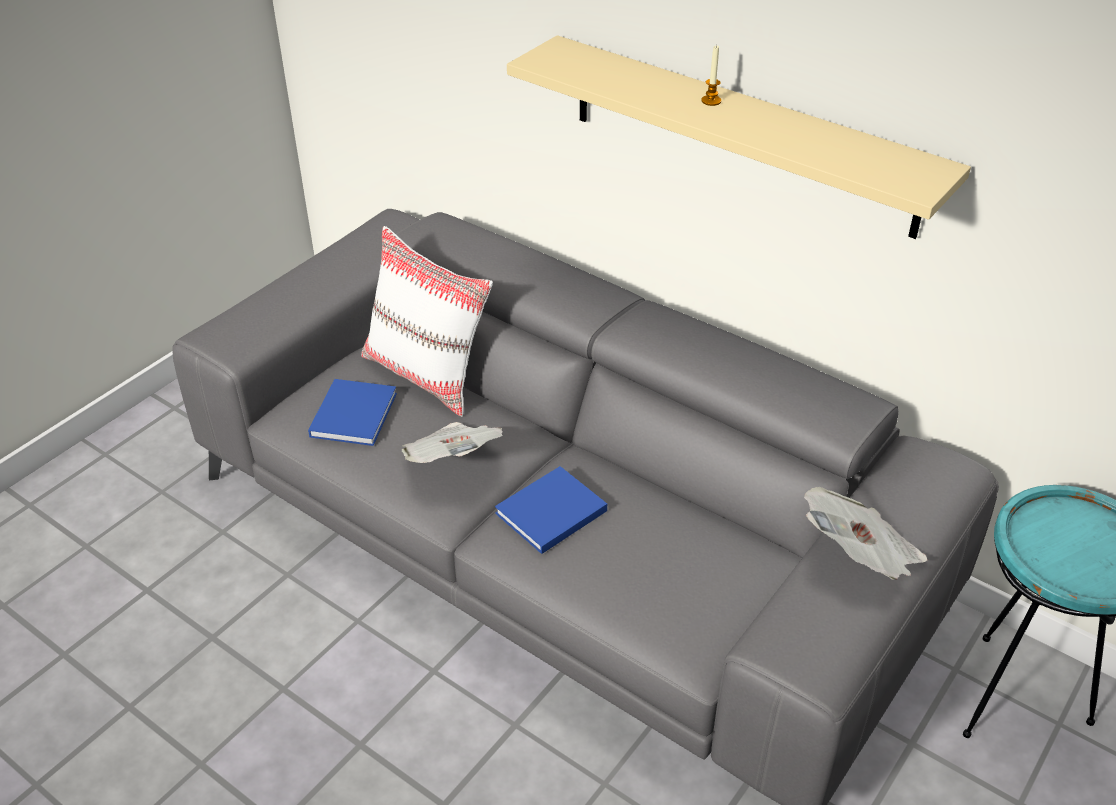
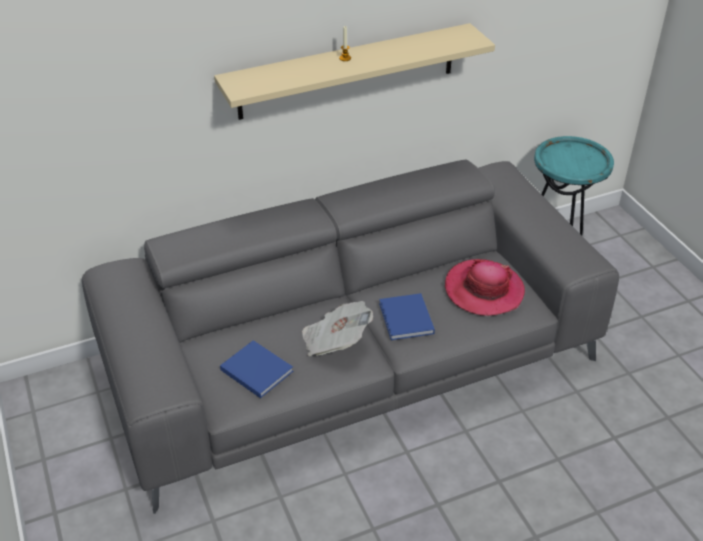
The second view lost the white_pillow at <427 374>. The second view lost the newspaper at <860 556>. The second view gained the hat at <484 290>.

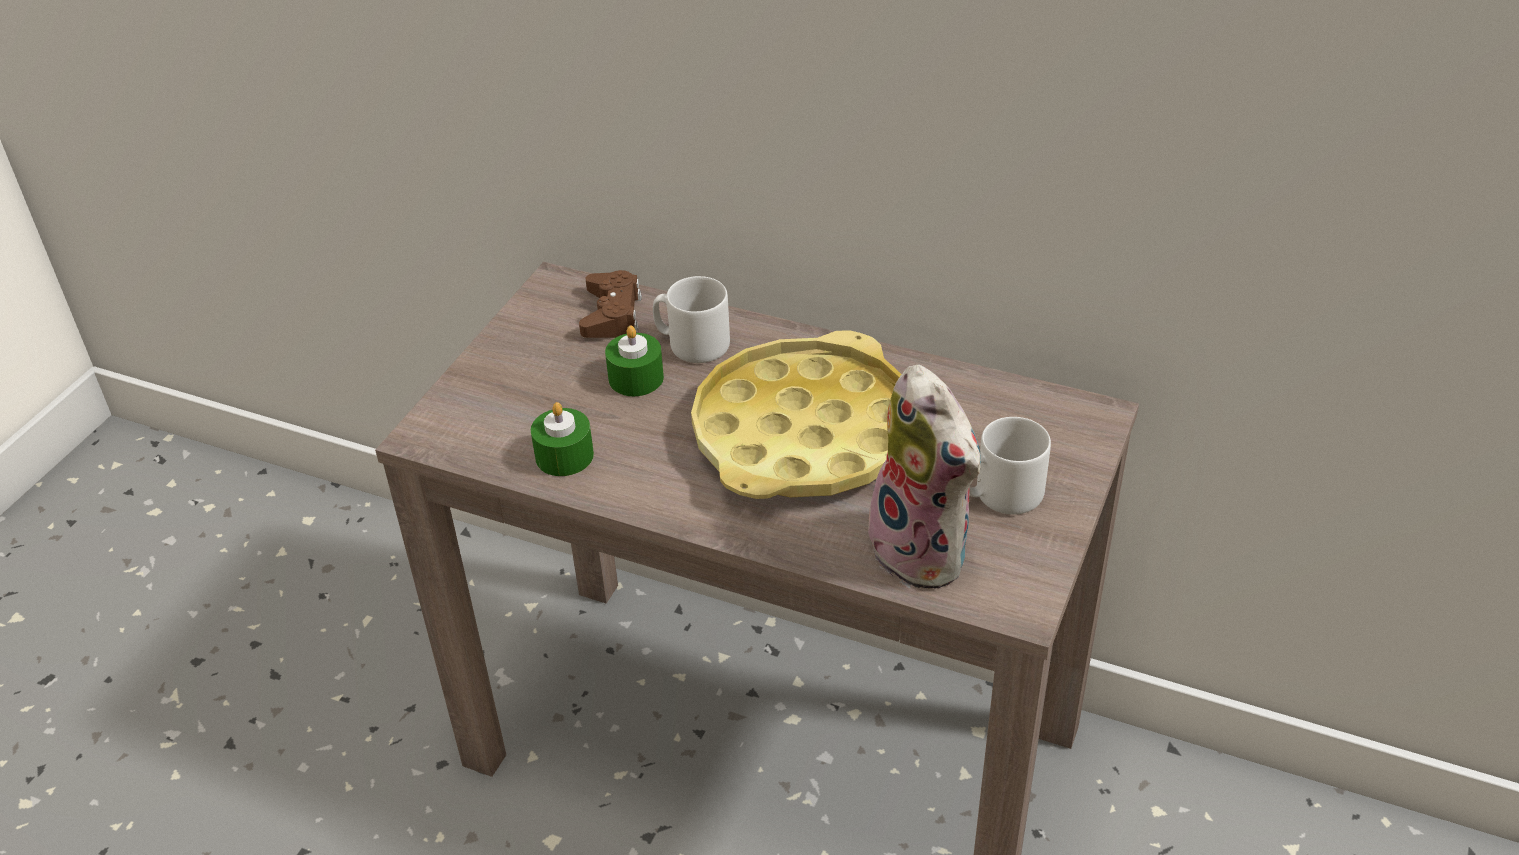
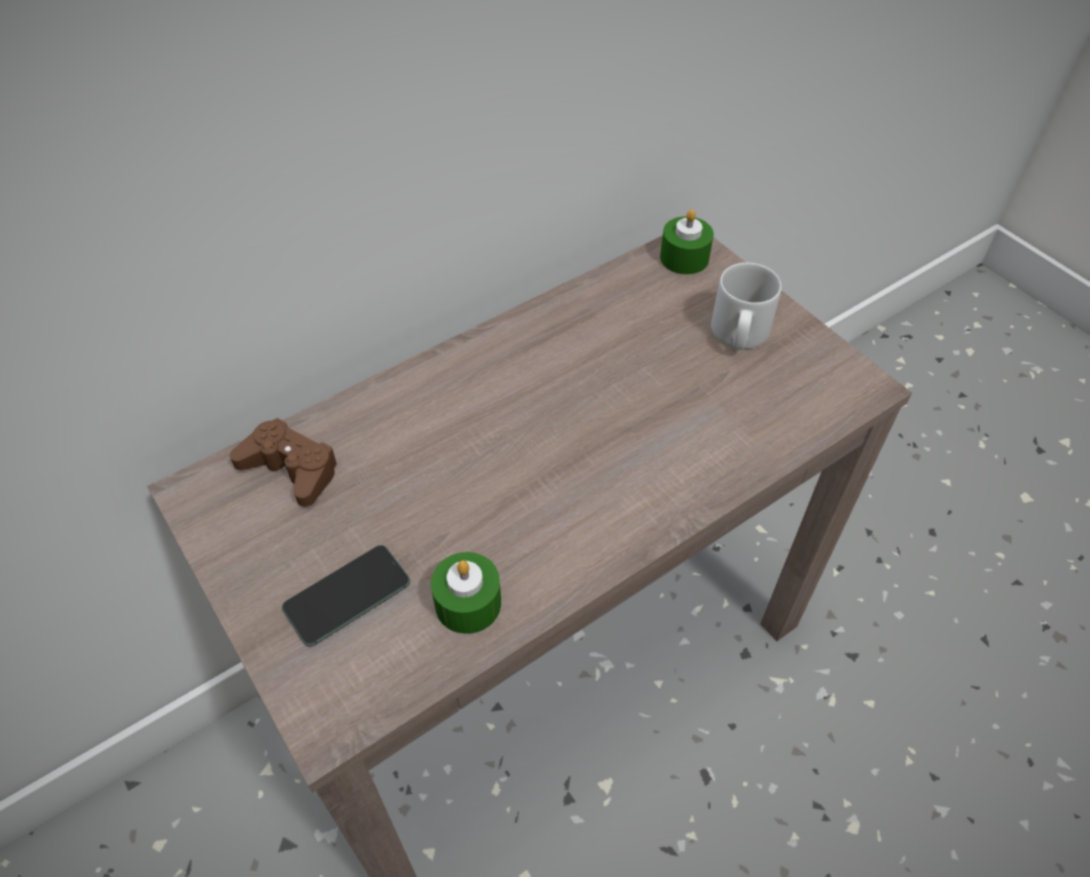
The second view lost the grey_mug at <692 344>. The green_candle ended up elsewhere, having gone from <636 378> to <684 258>. The second view lost the yellow_tray at <804 434>. The second view lost the plush_toy at <926 551>. The second view gained the phone at <347 595>.

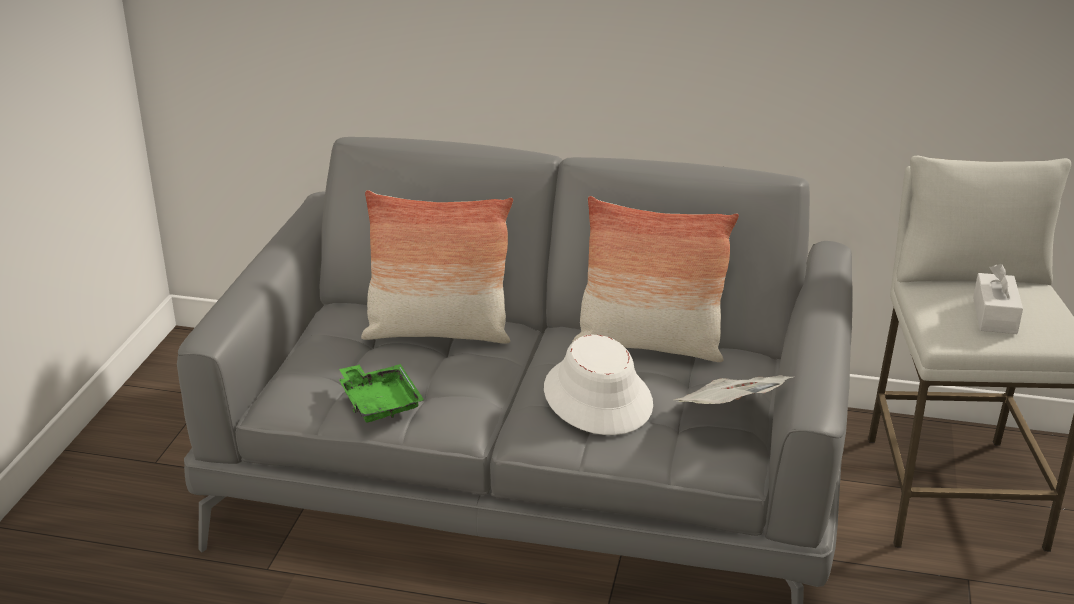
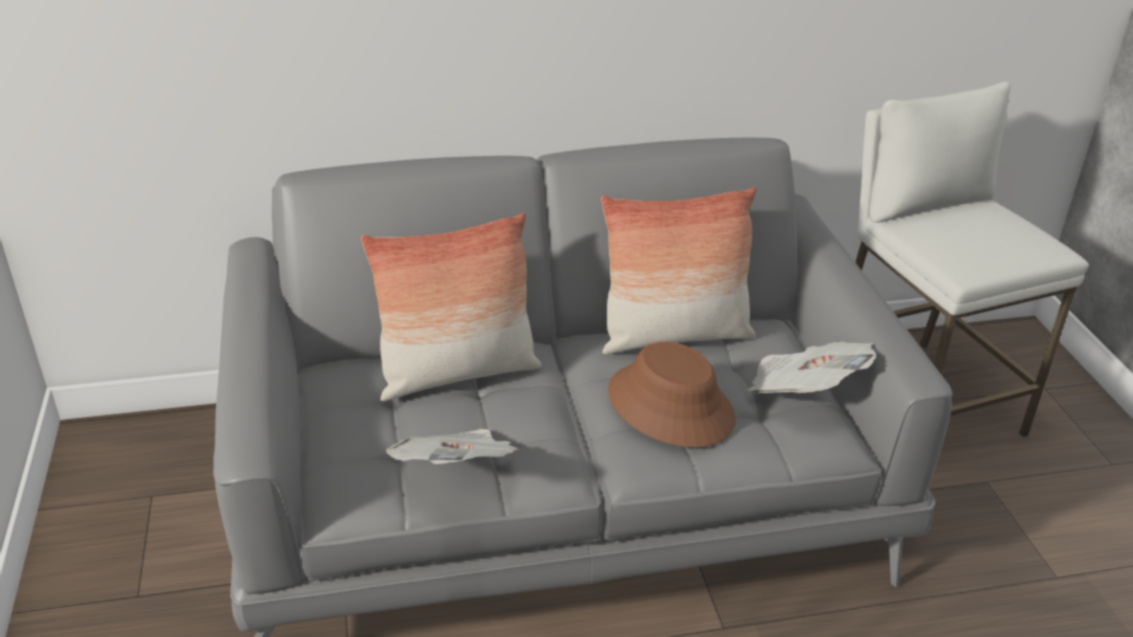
The second view lost the white_tissue_box at <994 315>. What was the white_hat at <598 397> turned into the brown_hat at <671 406>. Where the green_tray stood at <380 402>, the newspaper came to stand at <456 472>.

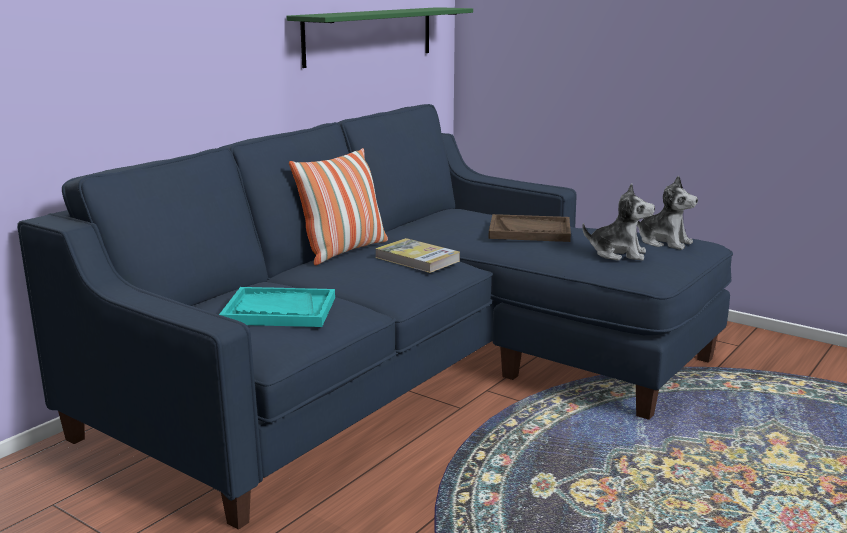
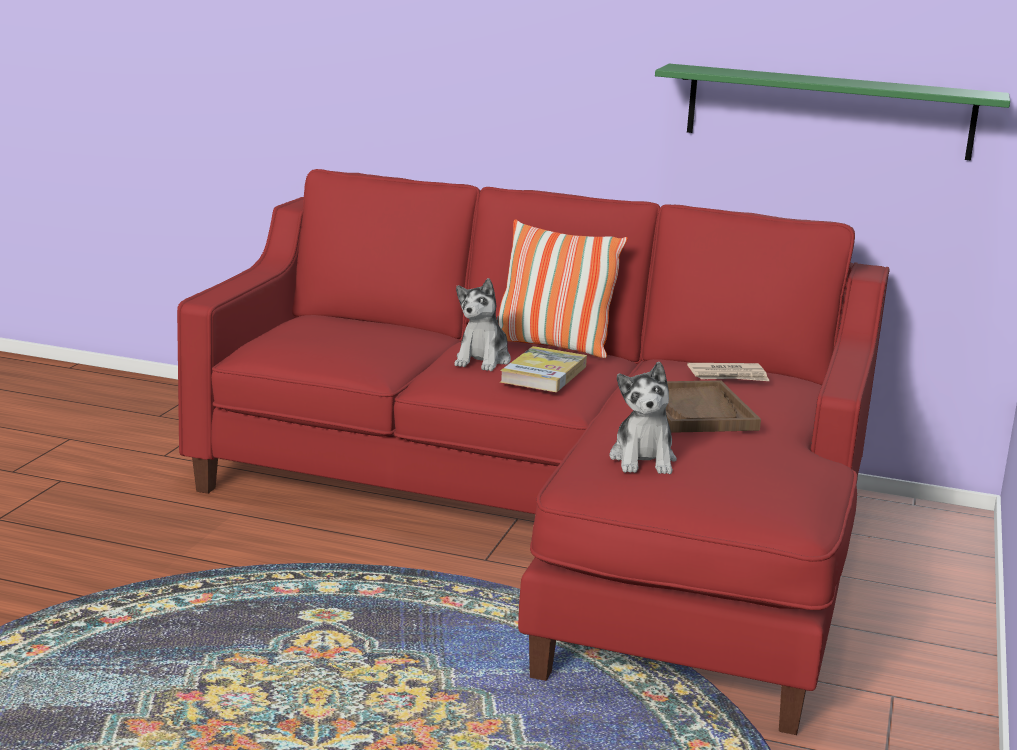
What was the blue_sofa at <407 373> turned into the red_sofa at <555 522>. The plush_toy ended up elsewhere, having gone from <664 242> to <483 360>. The second view lost the turquoise_tray at <279 310>. The second view gained the newspaper at <728 376>.

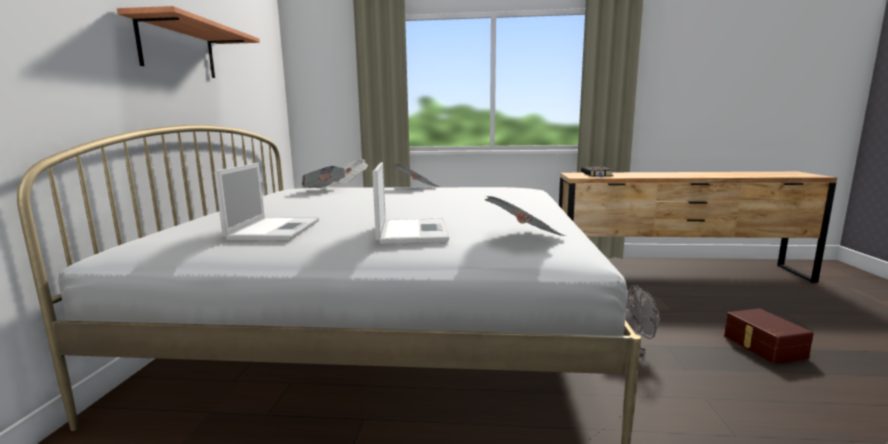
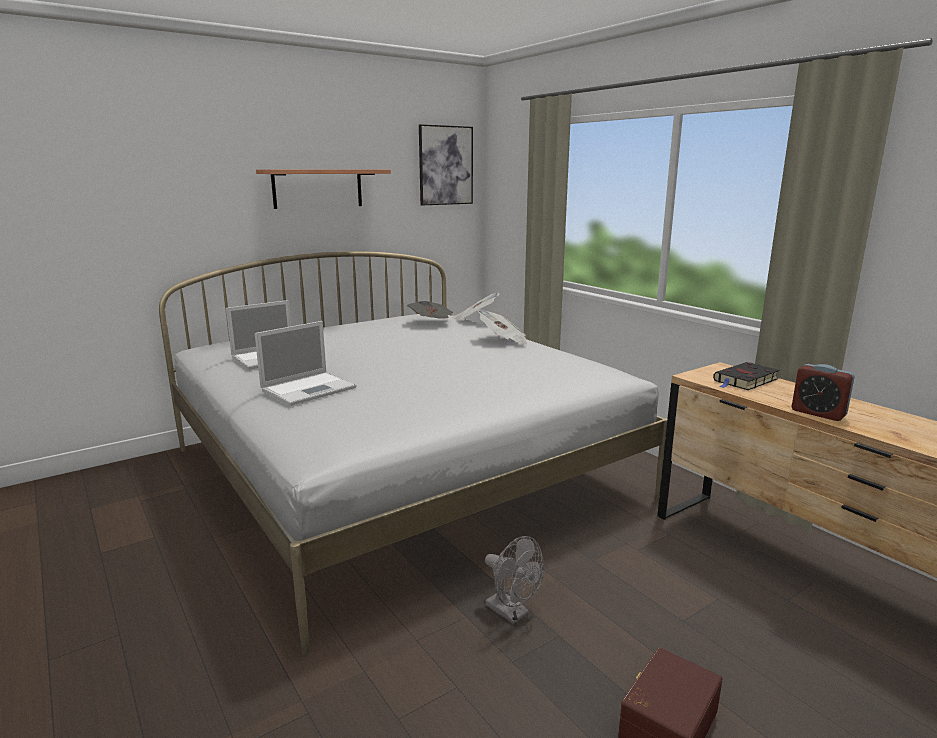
The second view lost the newspaper at <525 238>. The second view gained the picture at <445 165>. The second view gained the alarm_clock at <818 413>.

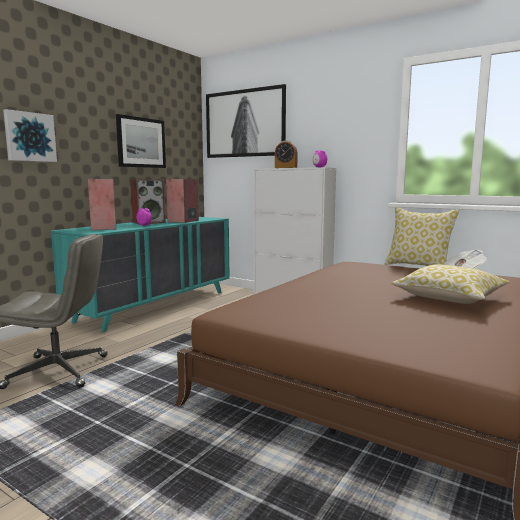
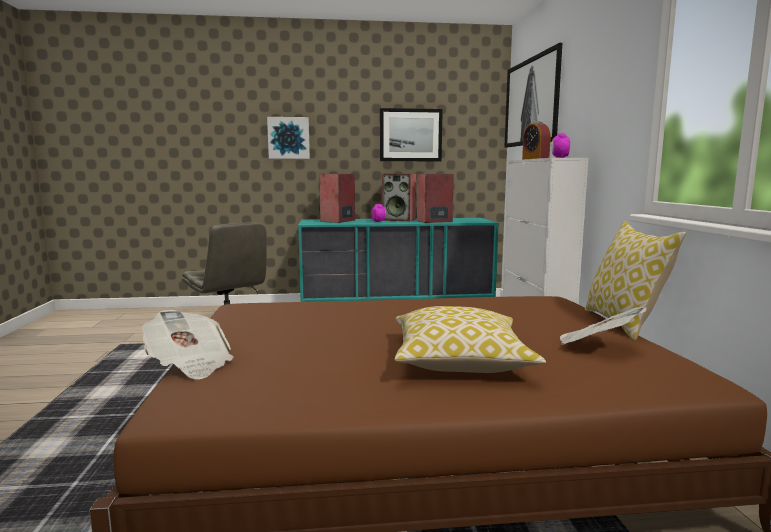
The second view gained the newspaper at <190 365>.

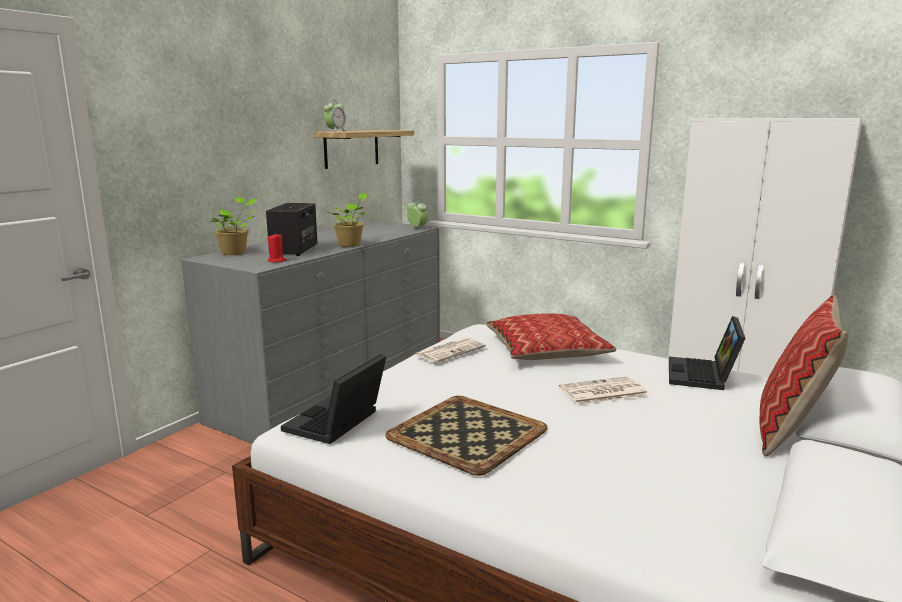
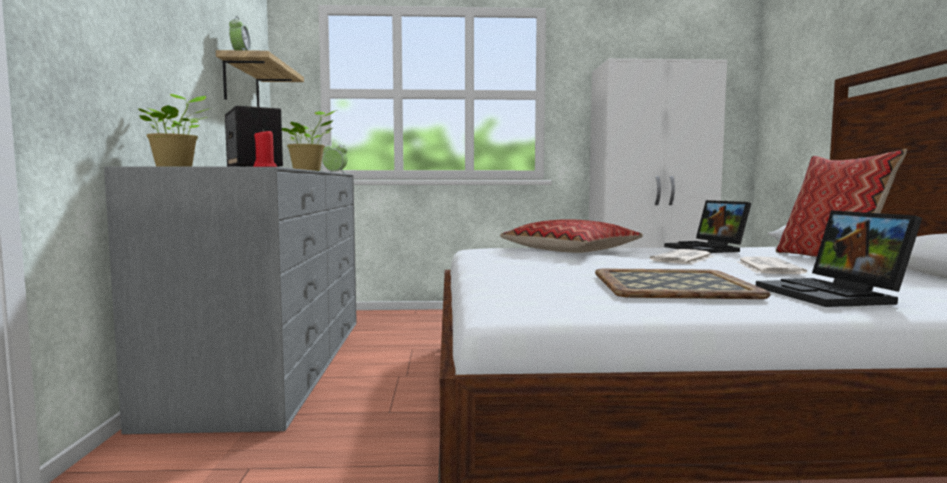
The newspaper ended up elsewhere, having gone from <450 351> to <767 267>. The laptop ended up elsewhere, having gone from <336 424> to <834 295>.

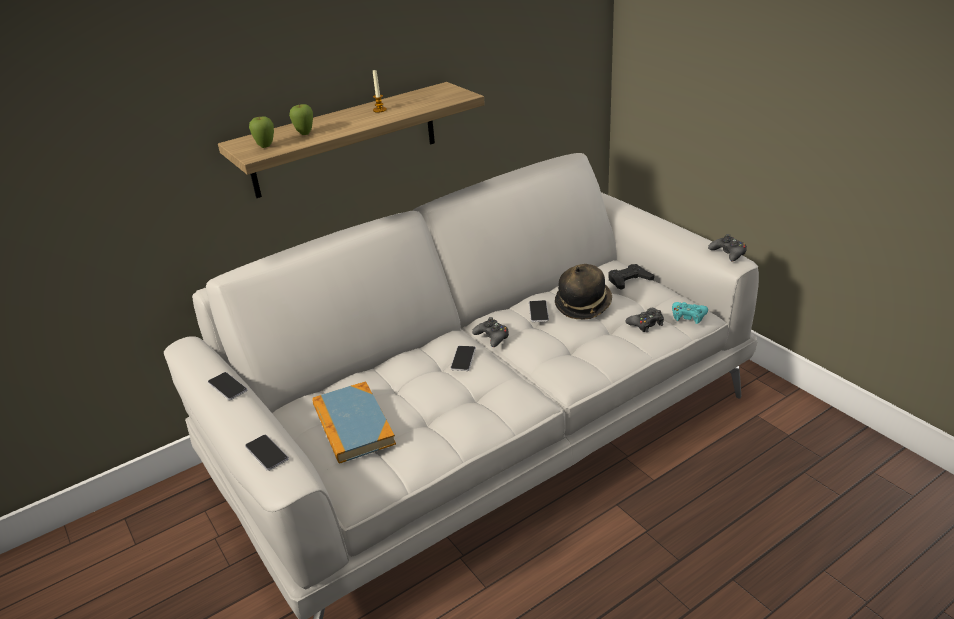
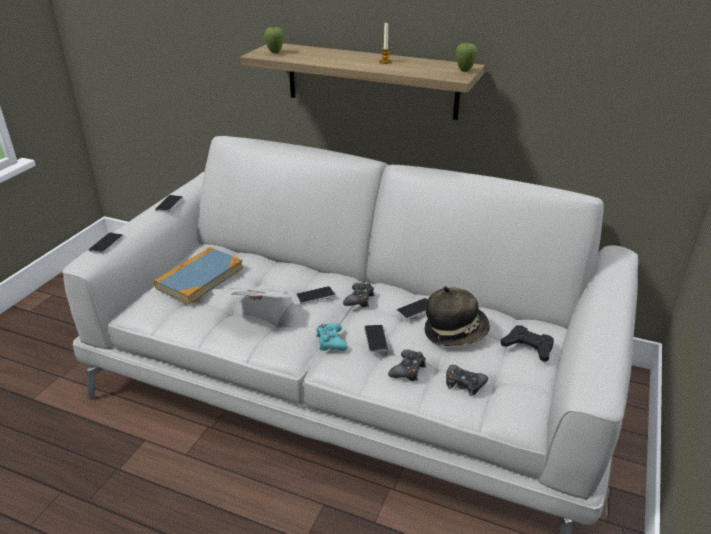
The apple ended up elsewhere, having gone from <305 134> to <464 70>. The black_game_controller ended up elsewhere, having gone from <728 253> to <408 370>. The turquoise_game_controller ended up elsewhere, having gone from <688 316> to <331 342>. The second view gained the newspaper at <257 309>. The second view gained the phone at <375 339>.

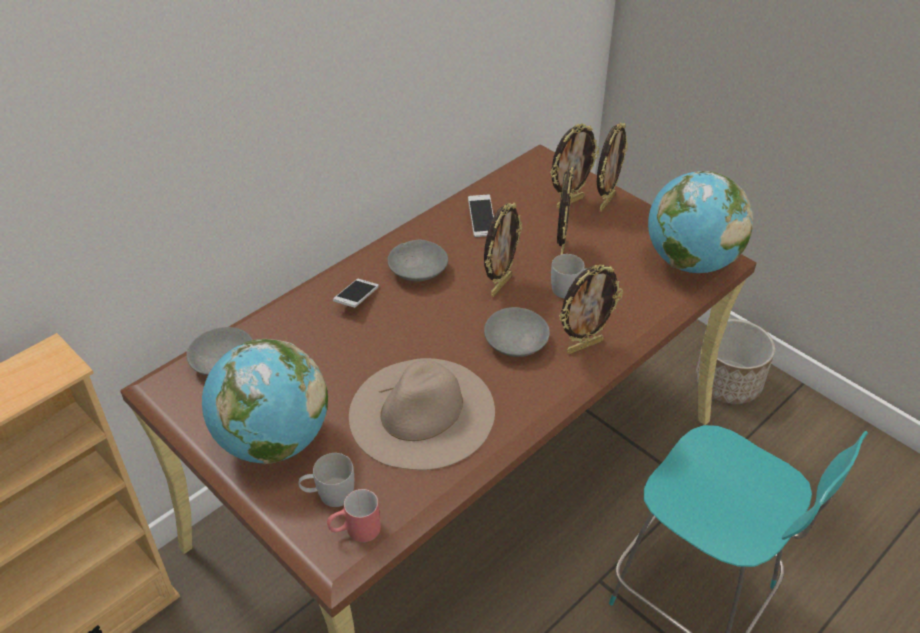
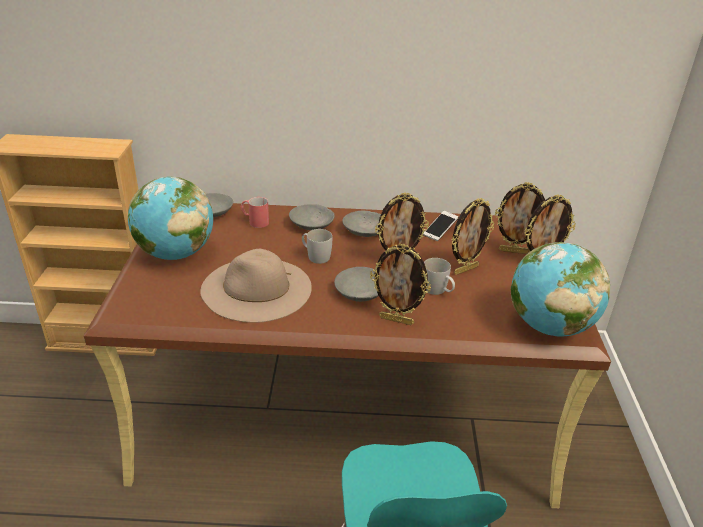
Where the phone stood at <356 299>, the grey_bowl came to stand at <312 225>. The second view lost the planter at <728 382>. The white_mug ended up elsewhere, having gone from <328 494> to <315 256>. The red_mug ended up elsewhere, having gone from <355 531> to <254 221>.

